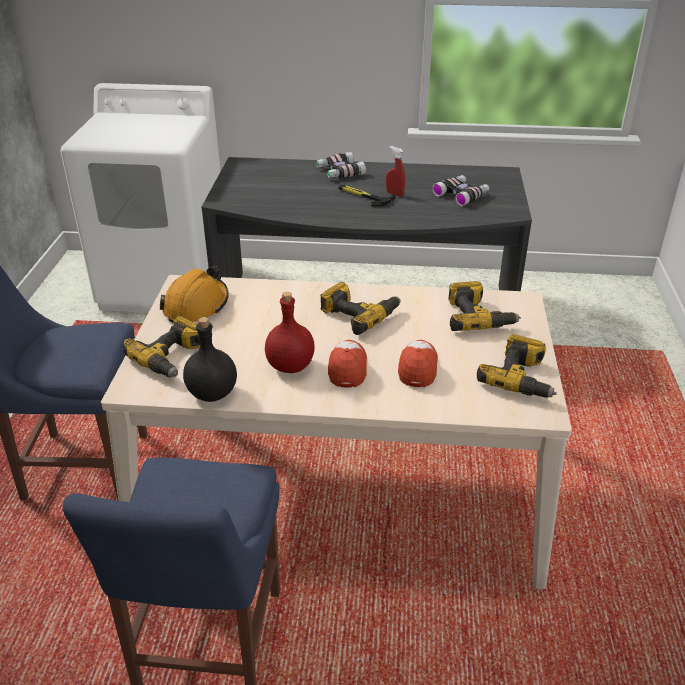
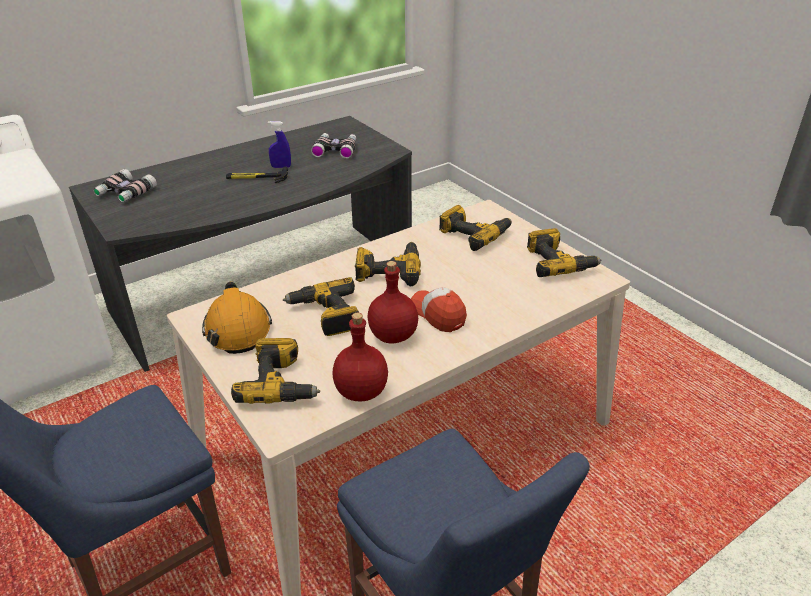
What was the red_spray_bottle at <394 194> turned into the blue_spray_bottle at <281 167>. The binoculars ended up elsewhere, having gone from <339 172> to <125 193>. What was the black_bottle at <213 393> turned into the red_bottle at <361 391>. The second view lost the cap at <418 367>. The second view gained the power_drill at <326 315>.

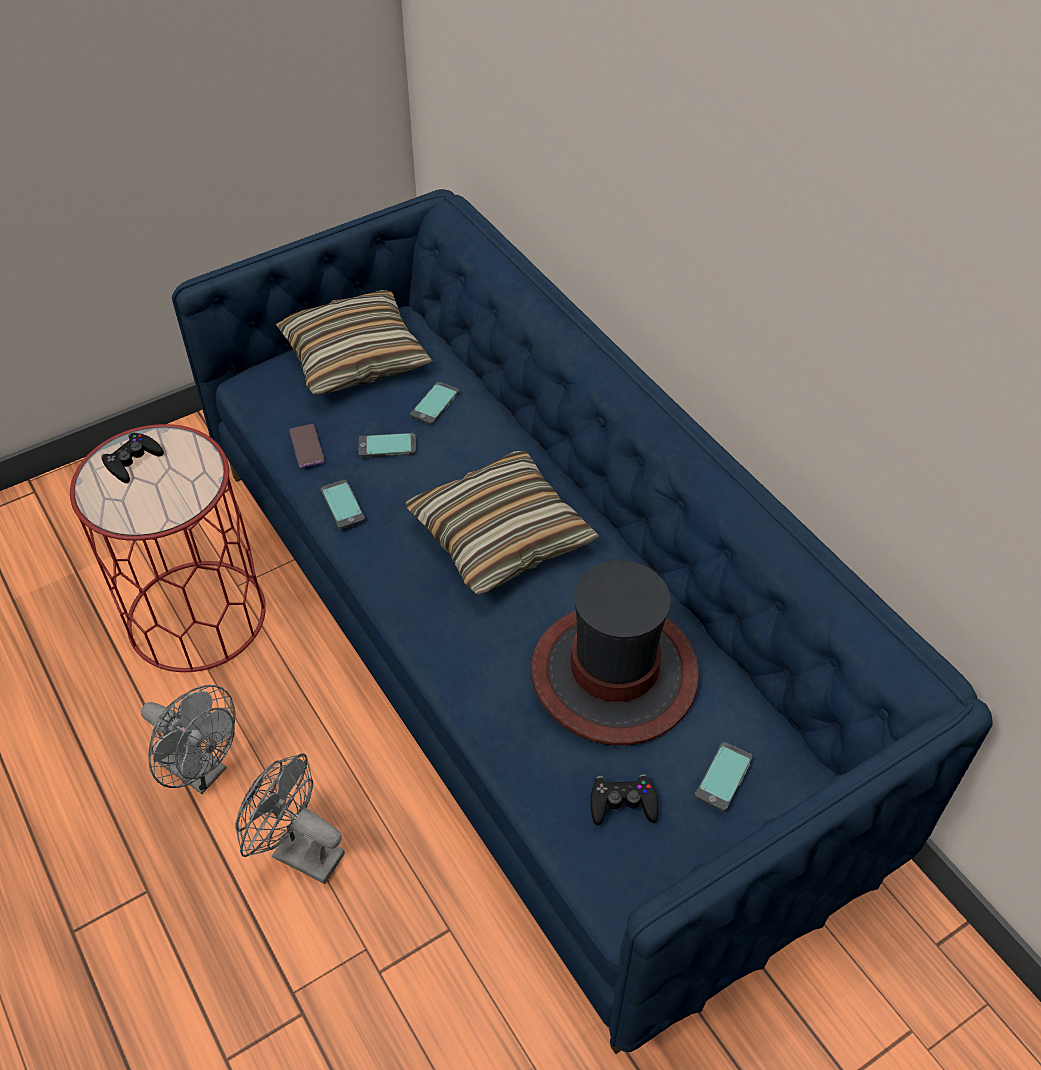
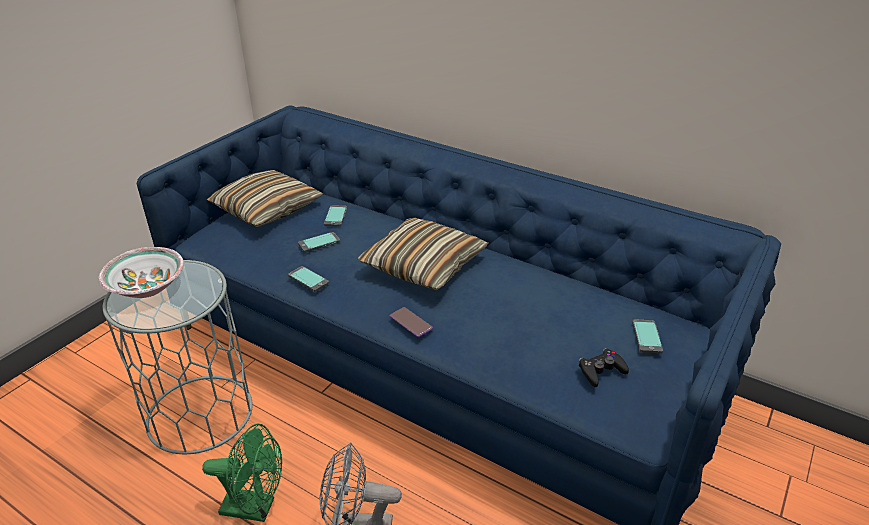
What was the red_side_table at <197 615> turned into the grey_side_table at <200 413>. The phone ended up elsewhere, having gone from <307 446> to <411 322>. Where the black_game_controller stood at <133 461>, the bowl came to stand at <146 287>. The second view lost the hat at <614 674>. What was the grey_fan at <201 771> turned into the green_fan at <255 507>.

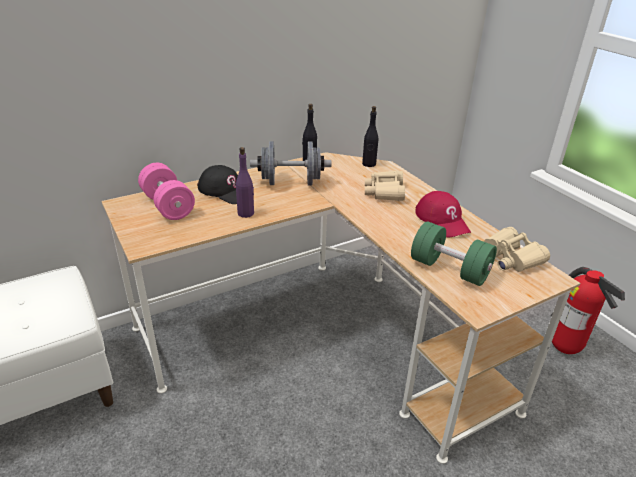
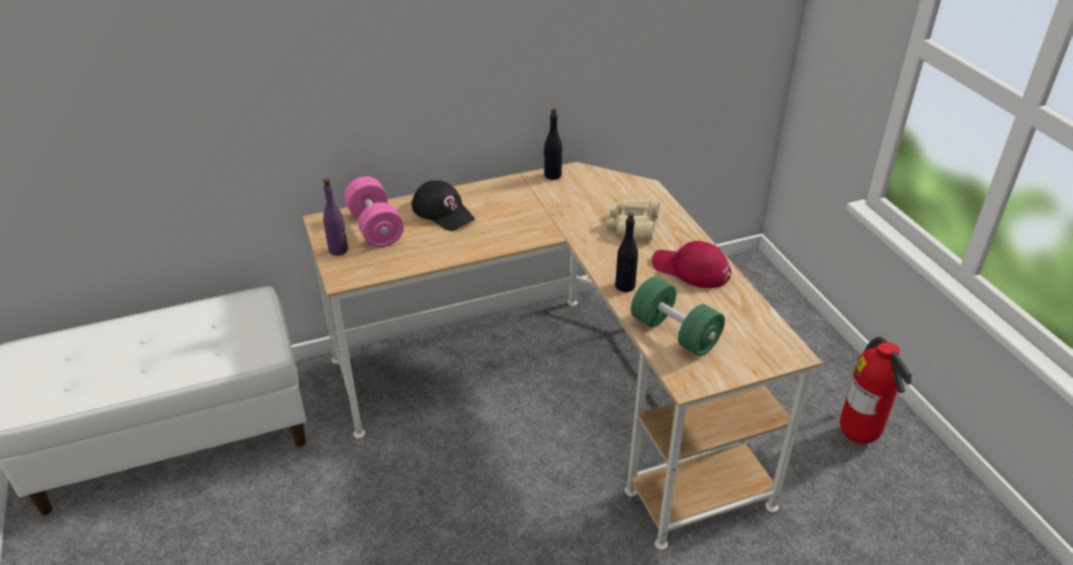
The black_bottle ended up elsewhere, having gone from <369 164> to <625 286>. The second view lost the grey_dumbbell at <291 182>. The purple_bottle ended up elsewhere, having gone from <246 213> to <338 250>. The red_cap at <442 220> ended up facing another way, 135 degrees clockwise from before. The second view lost the beige_binoculars at <510 257>.

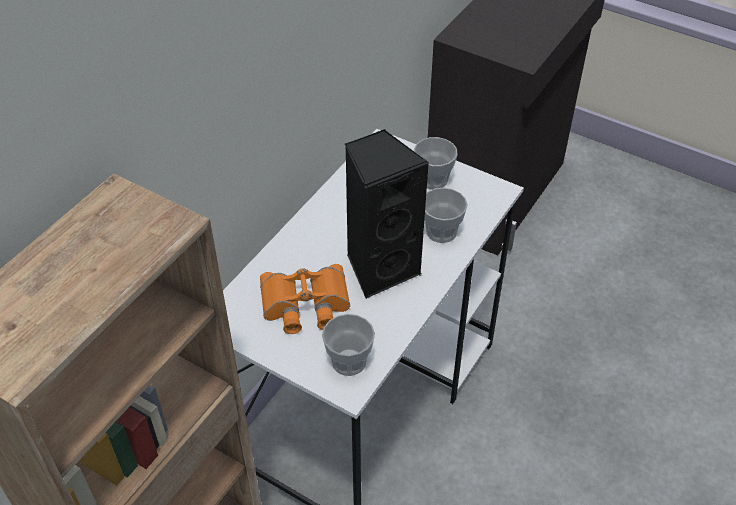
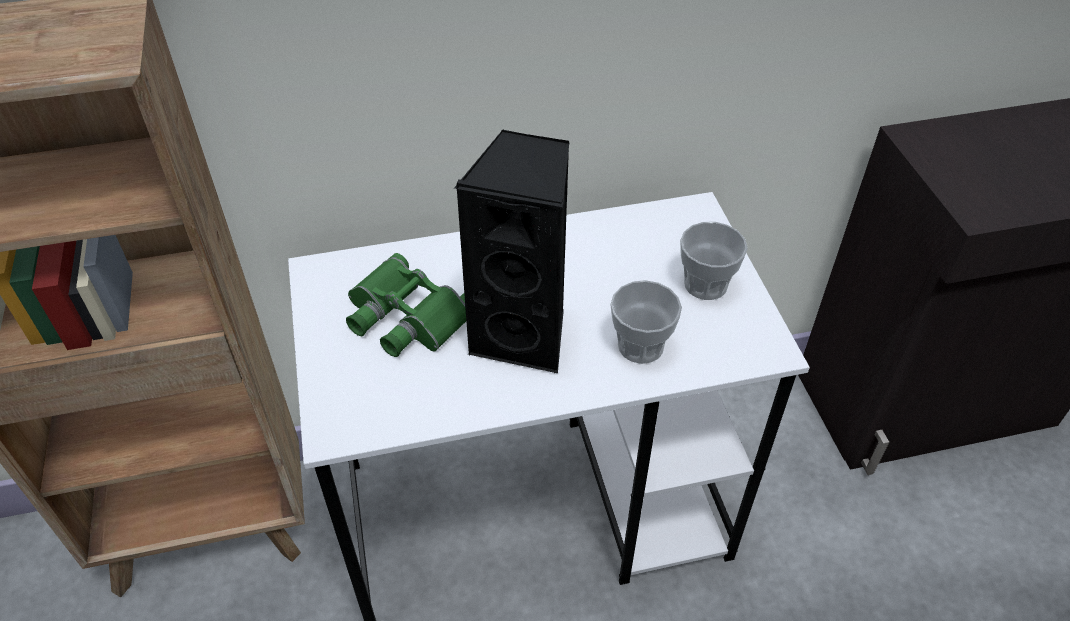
What was the orange_binoculars at <305 305> turned into the green_binoculars at <405 316>. The second view lost the cup at <349 361>.

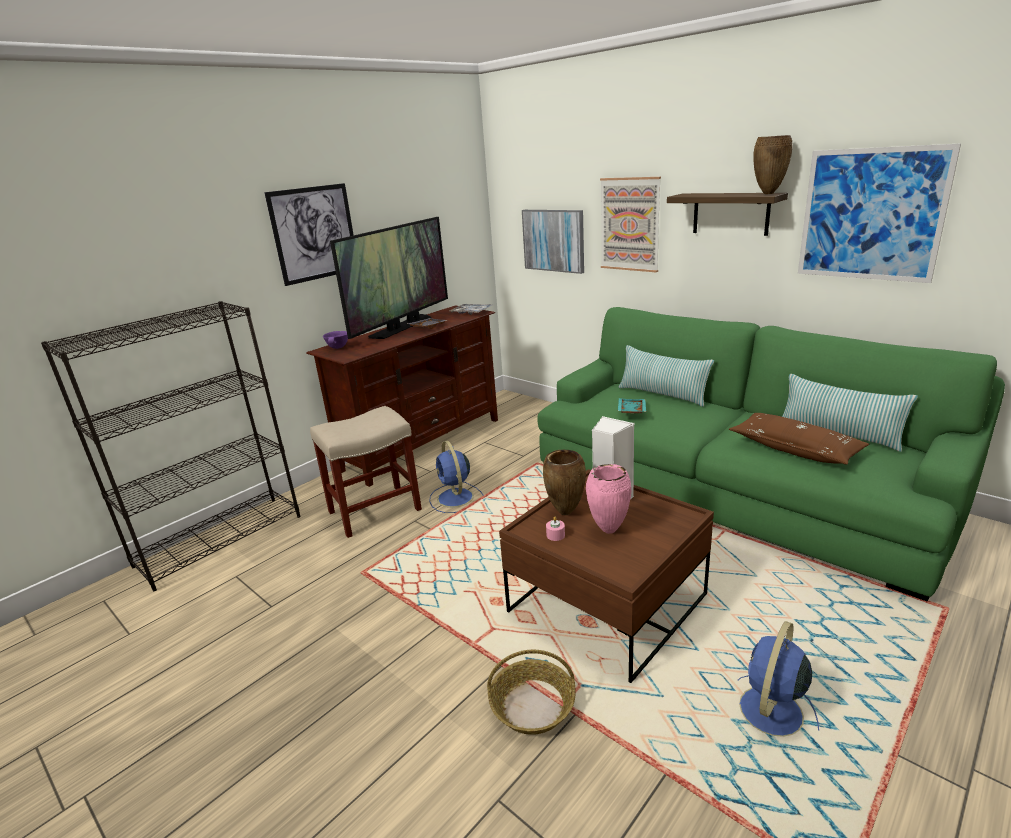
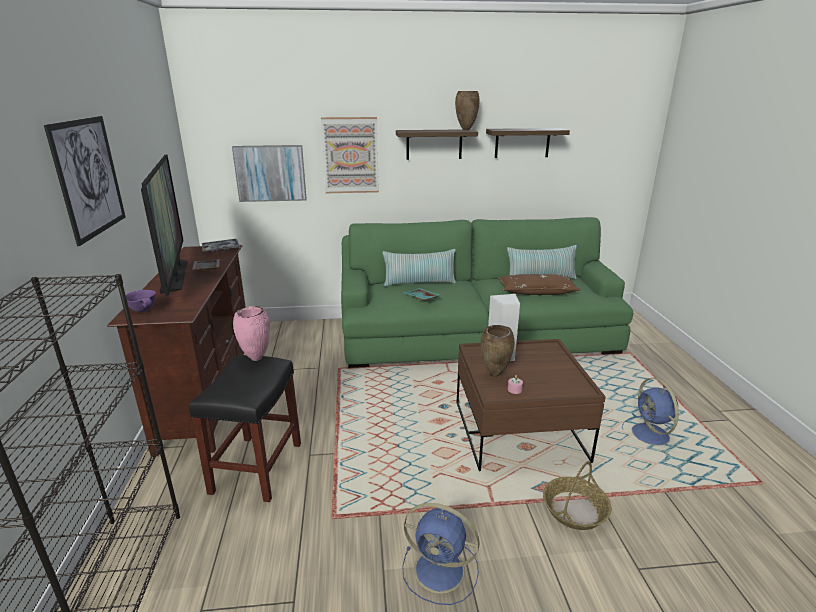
Where the picture hung at <871 215>, the shelf came to hang at <522 143>. What was the beige_stool at <376 510> turned into the black_stool at <257 466>. The blue_fan ended up elsewhere, having gone from <456 498> to <441 571>. The pink_vase ended up elsewhere, having gone from <608 530> to <255 359>.

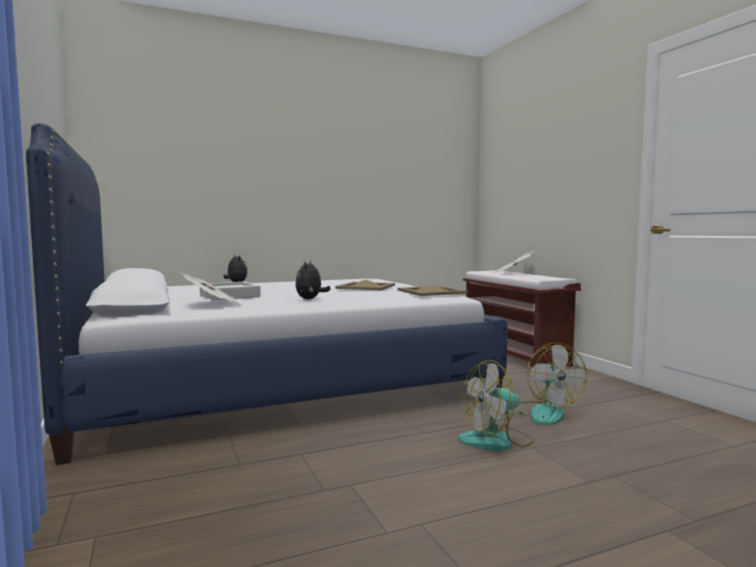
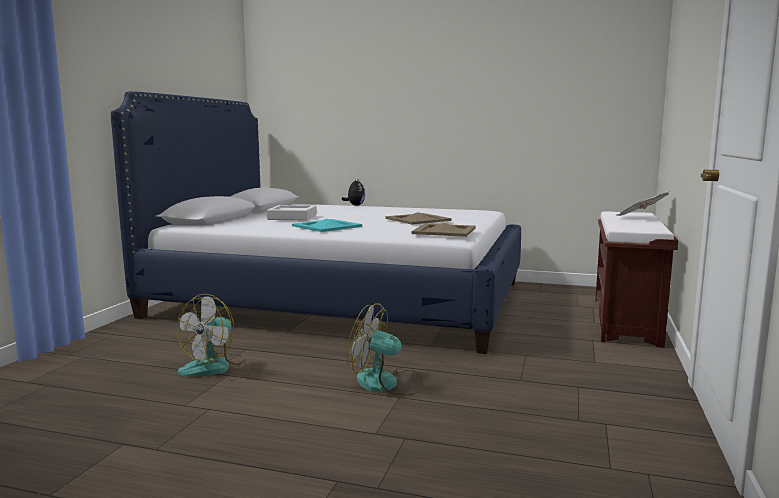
Where the plush_toy stood at <310 299>, the turquoise_tray came to stand at <326 226>. The second view lost the newspaper at <212 305>. The fan ended up elsewhere, having gone from <541 413> to <213 366>.

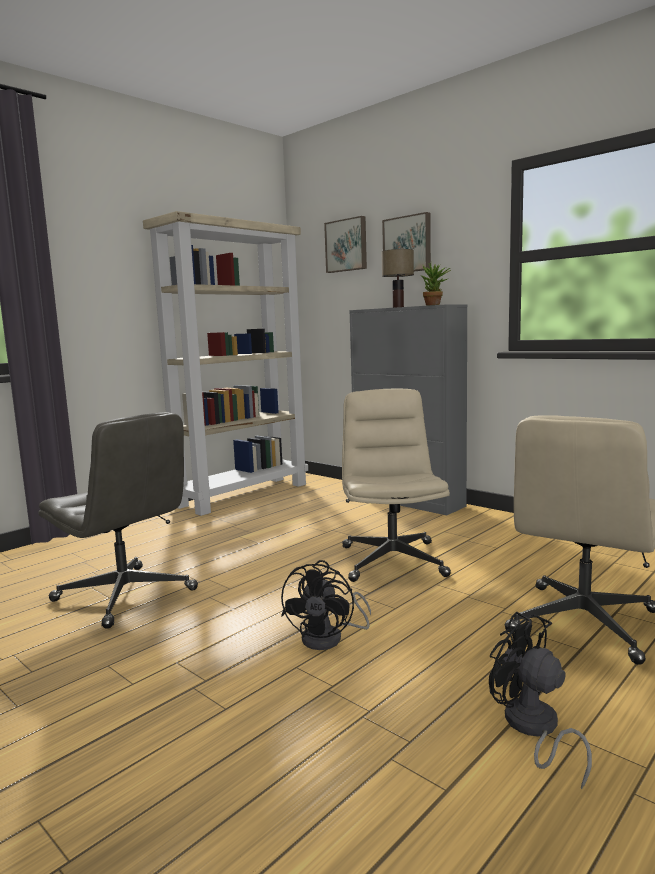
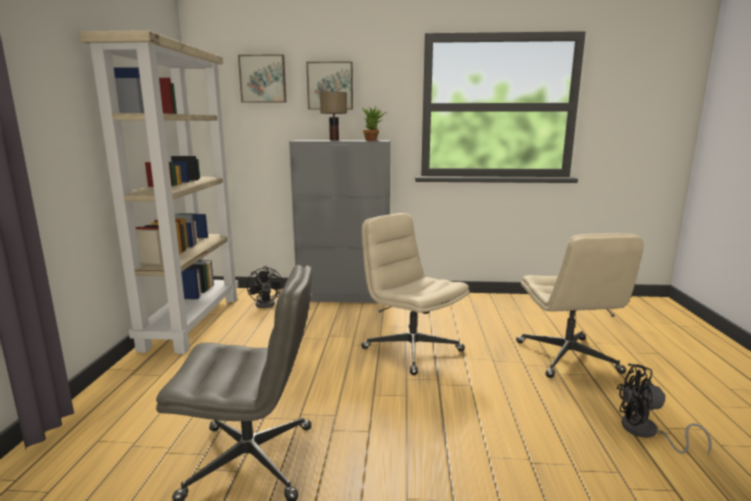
The black_fan ended up elsewhere, having gone from <330 638> to <268 303>.

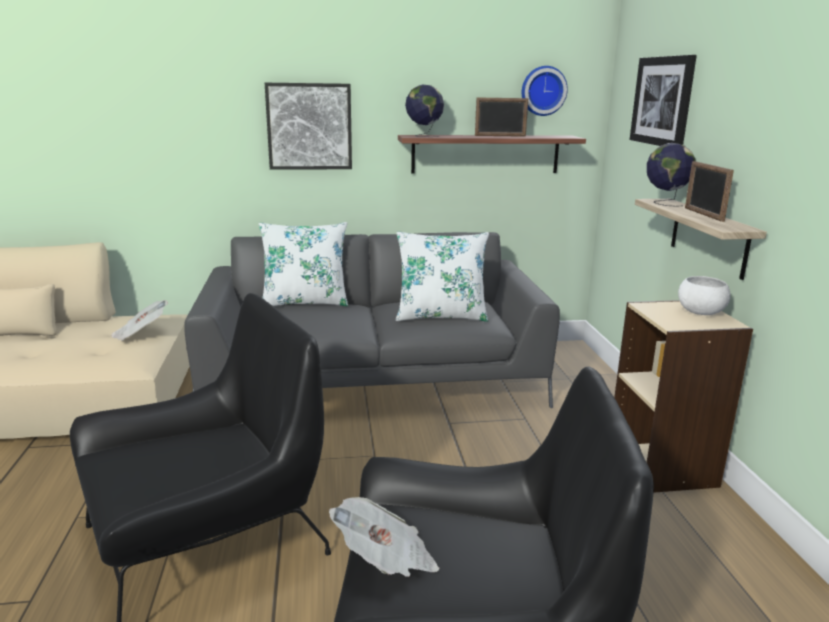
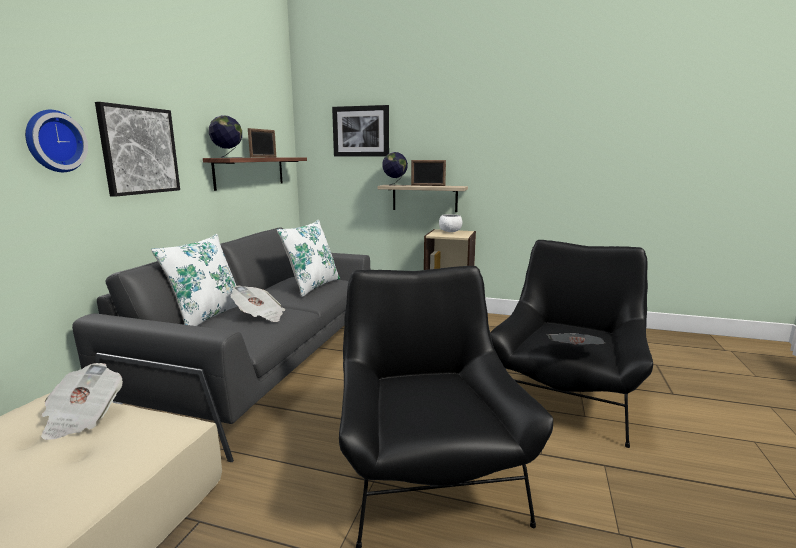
The wall_clock ended up elsewhere, having gone from <543 91> to <53 141>. The second view gained the newspaper at <260 316>.

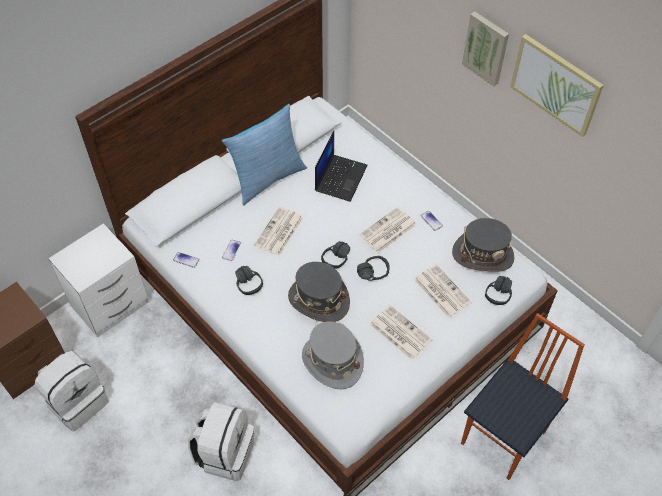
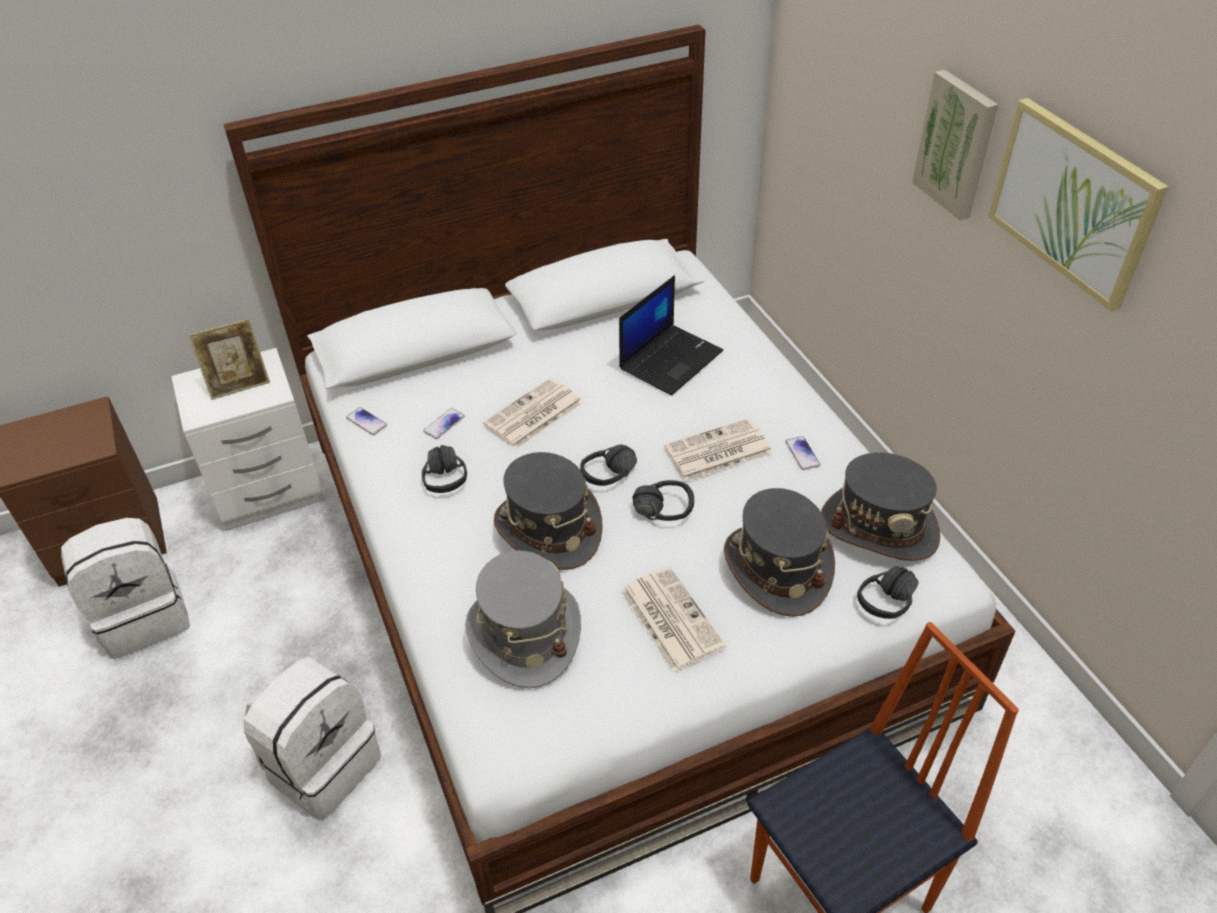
The second view lost the pillow at <267 178>. Where the newspaper stood at <441 291>, the grey_hat came to stand at <776 568>. The second view gained the picture_frame at <239 384>.

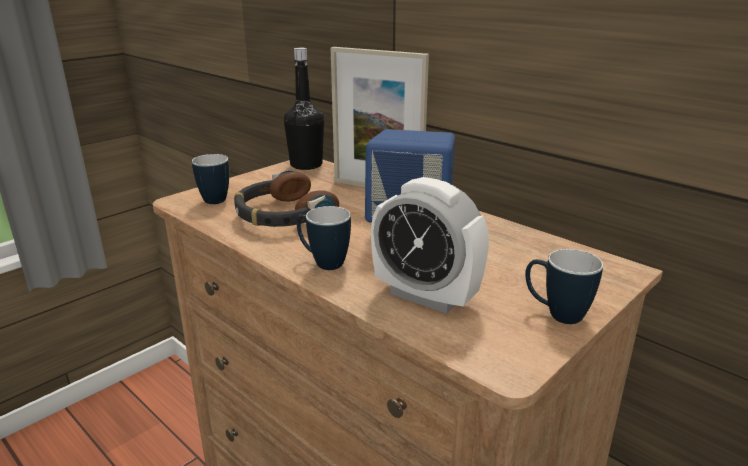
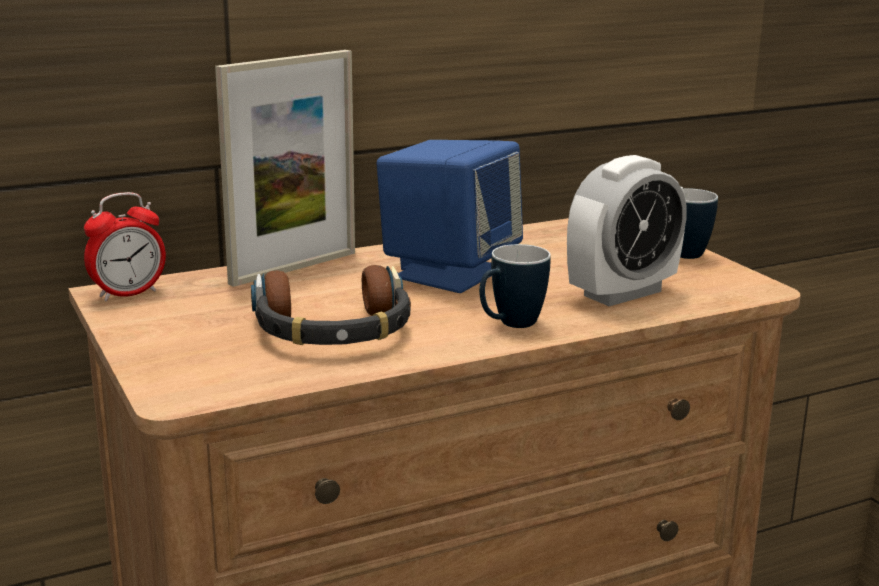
Where the black_bottle stood at <306 165>, the alarm_clock came to stand at <128 294>. The second view lost the mug at <215 198>.

